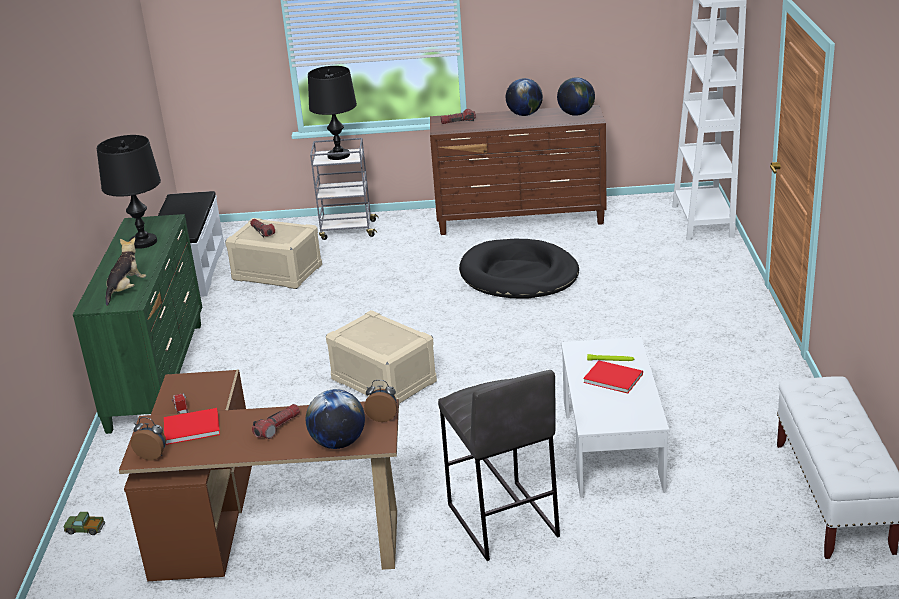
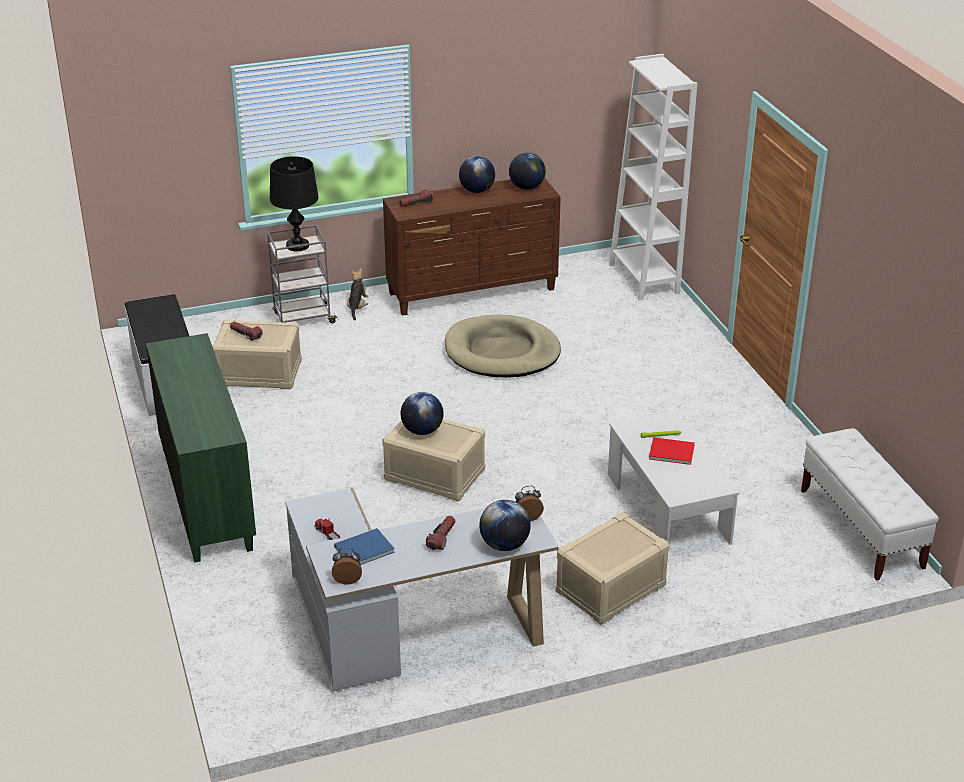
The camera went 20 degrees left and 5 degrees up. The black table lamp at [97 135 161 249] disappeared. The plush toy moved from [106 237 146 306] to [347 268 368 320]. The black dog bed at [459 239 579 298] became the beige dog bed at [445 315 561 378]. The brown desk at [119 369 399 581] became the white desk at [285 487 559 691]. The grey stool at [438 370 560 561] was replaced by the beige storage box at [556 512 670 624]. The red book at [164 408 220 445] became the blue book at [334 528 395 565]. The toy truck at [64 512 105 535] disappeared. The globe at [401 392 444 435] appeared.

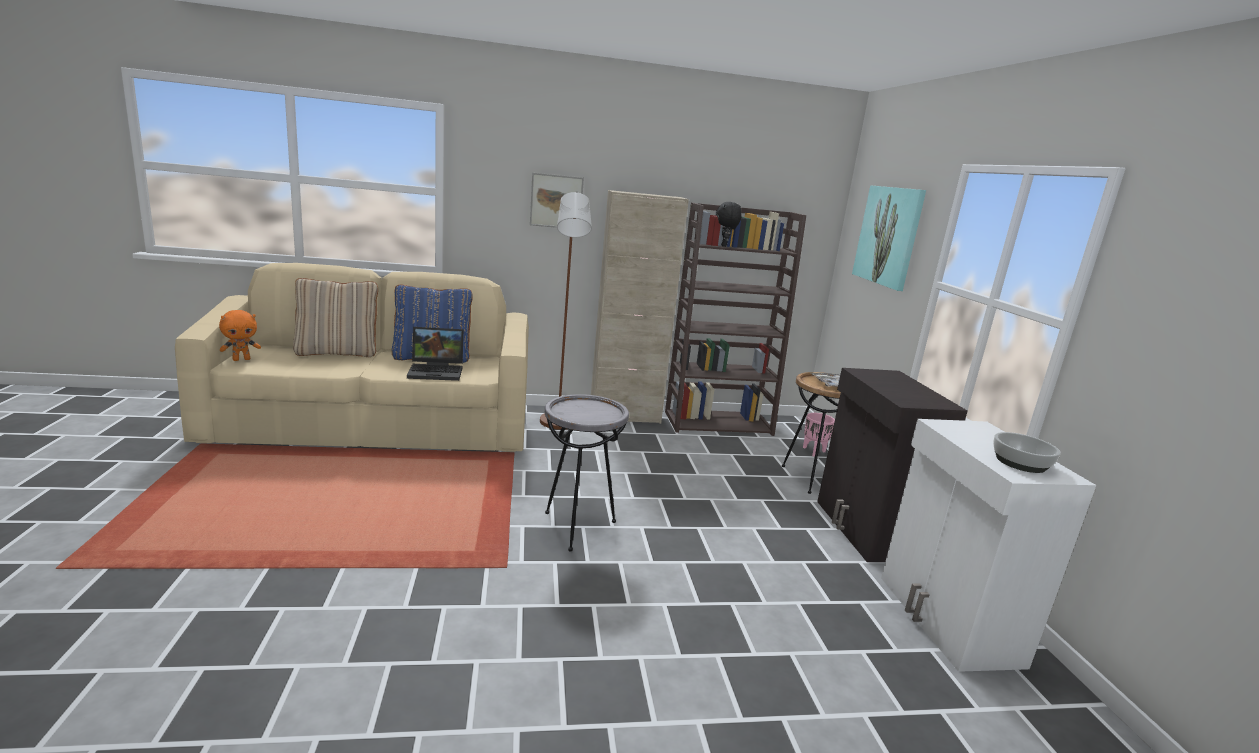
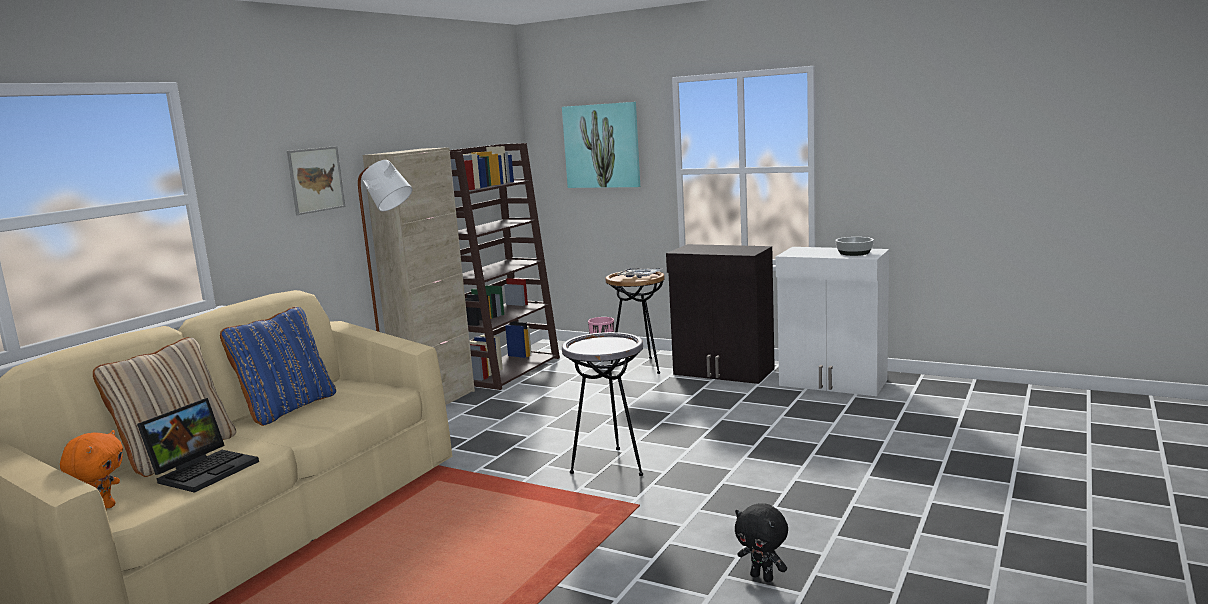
The camera went 50 degrees left and 5 degrees down. The black plush toy moved from [716 202 742 247] to [735 503 788 582]. The laptop moved from [407 327 464 381] to [137 398 259 493].

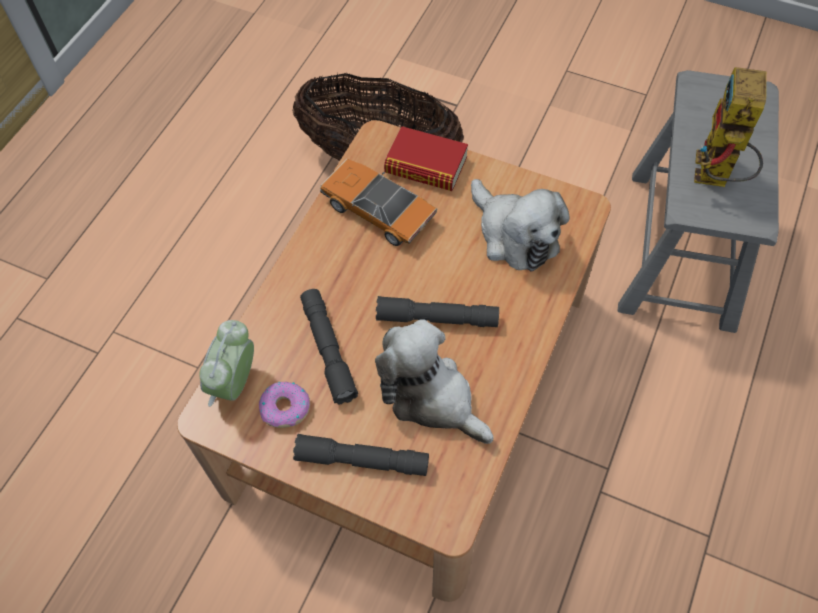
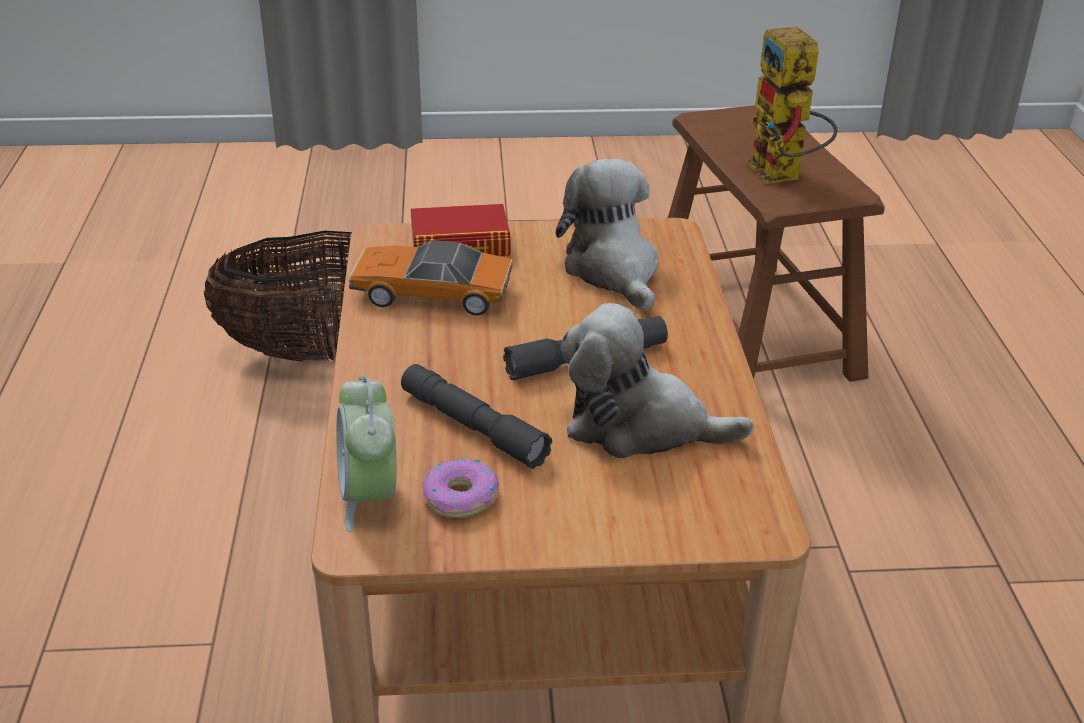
The camera went 30 degrees left and 25 degrees down. The grey stool at [617 70 779 333] became the brown stool at [668 105 885 382]. The plush toy at [471 179 570 271] turned 135 degrees counterclockwise. The grey flashlight at [293 434 429 476] disappeared.

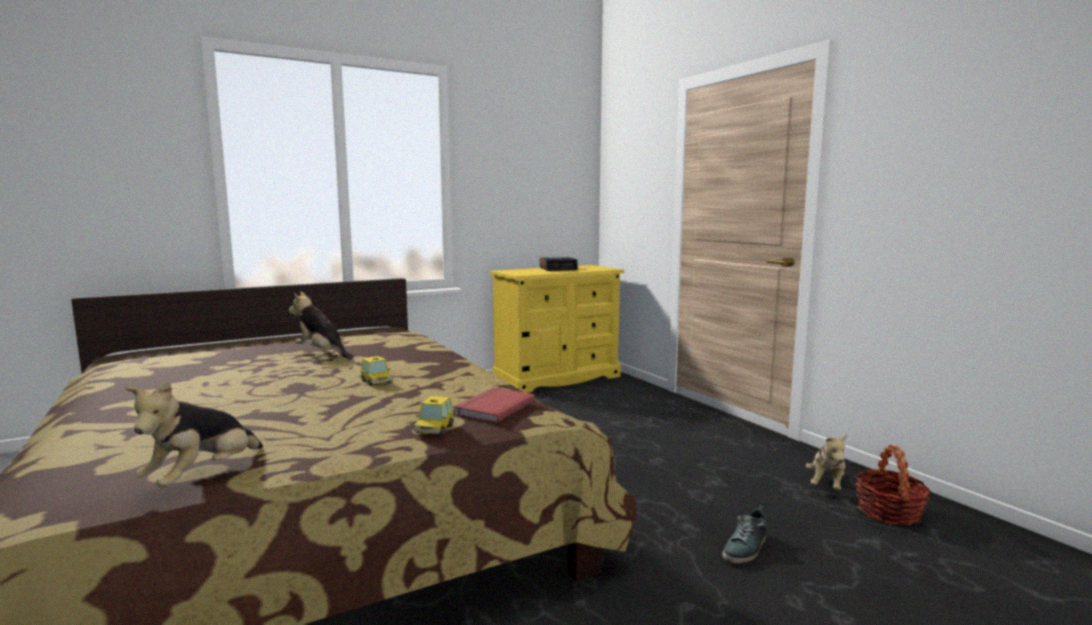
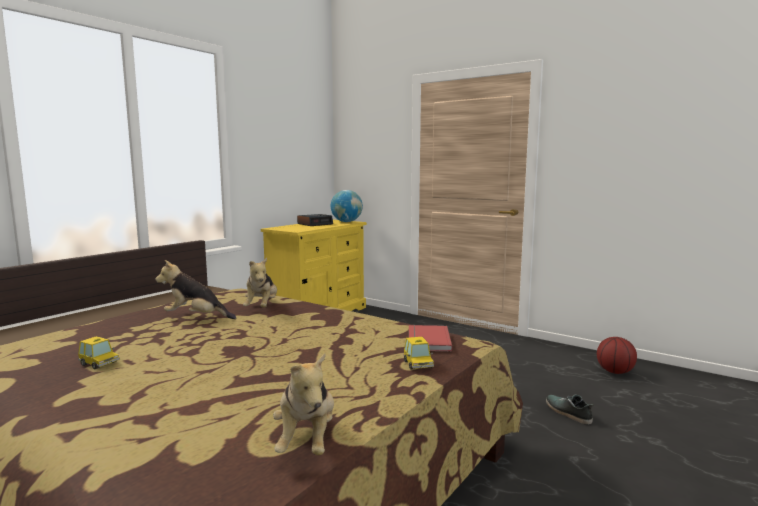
The camera went 25 degrees left and 0 degrees up. The toy car moved from [360 356 393 386] to [78 336 119 369]. The plush toy moved from [806 434 847 490] to [243 258 277 307]. The basket at [854 445 931 526] was replaced by the basketball at [597 337 637 374]. The shoe at [722 506 766 564] turned 135 degrees clockwise. The globe at [331 190 363 222] appeared.

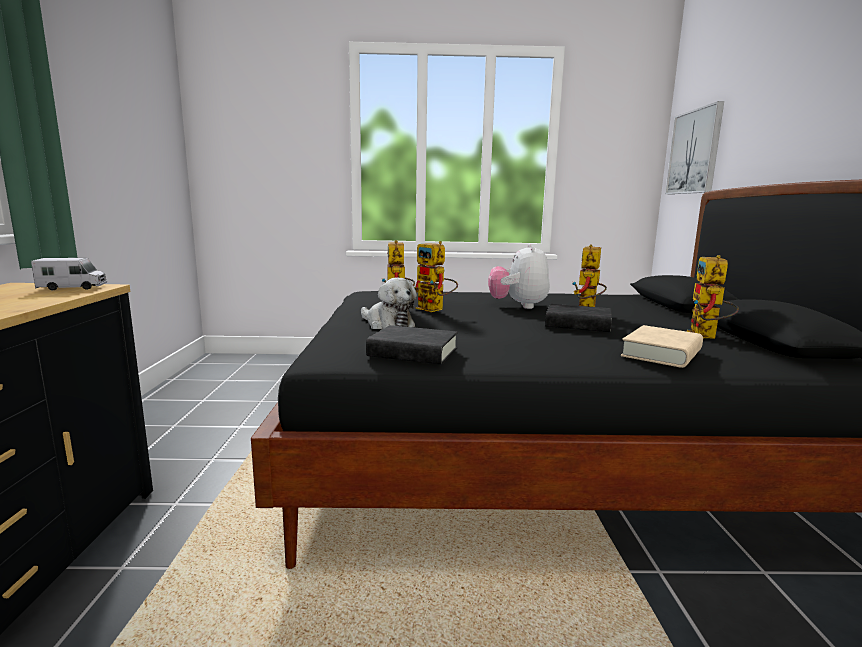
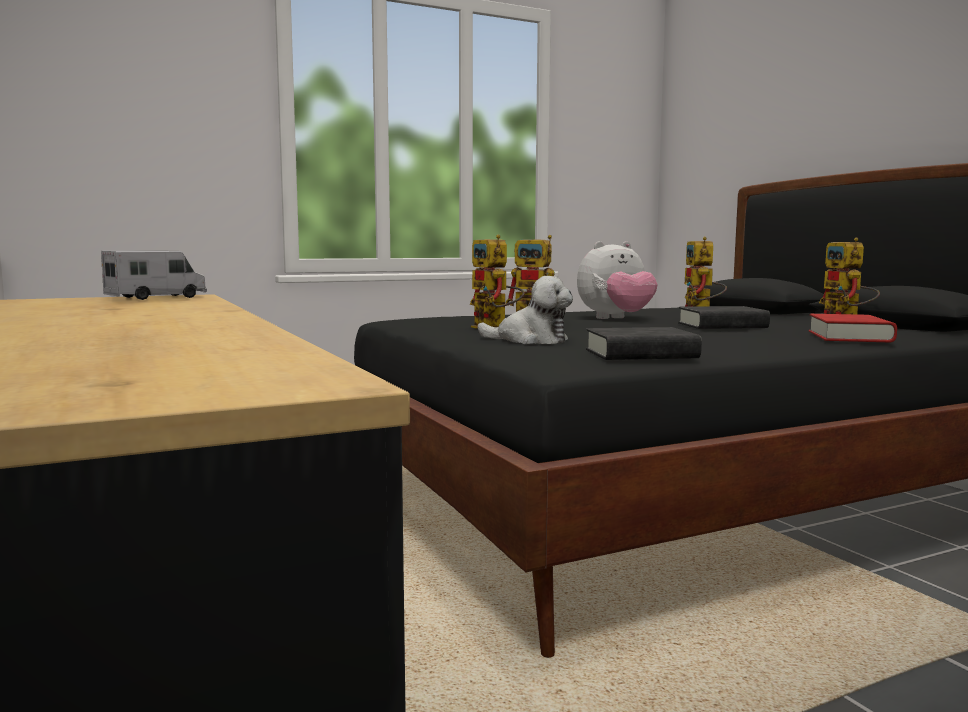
The camera went 25 degrees left and 5 degrees down. The picture at [665 101 724 194] disappeared. The plush toy at [488 244 550 309] turned 90 degrees counterclockwise. The beige book at [621 325 703 368] became the red book at [809 314 897 342].

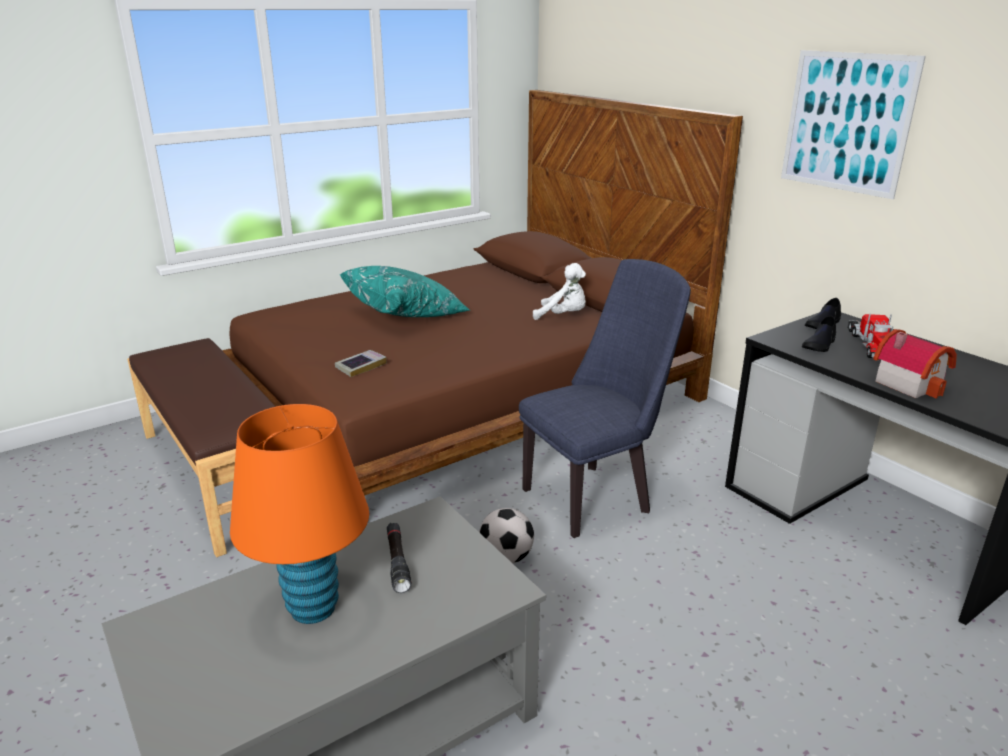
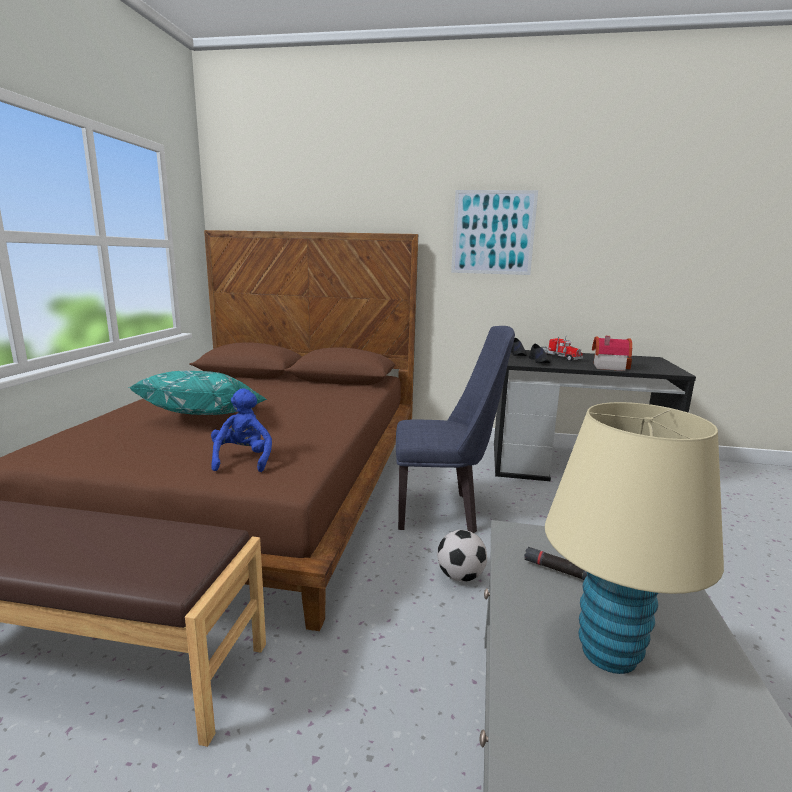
The camera went 45 degrees left and 10 degrees down. The blue chair at [519 259 691 538] turned 75 degrees clockwise. The white plush toy at [533 263 586 320] disappeared. The book at [335 350 387 377] was replaced by the blue plush toy at [211 388 272 472]. The orange table lamp at [230 404 369 624] became the beige table lamp at [545 402 724 674].

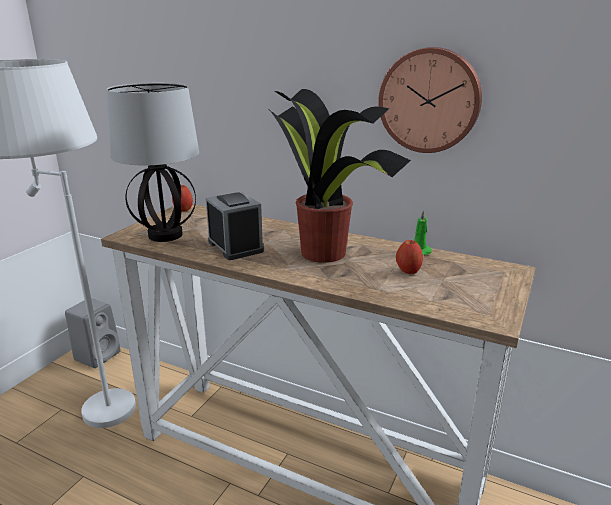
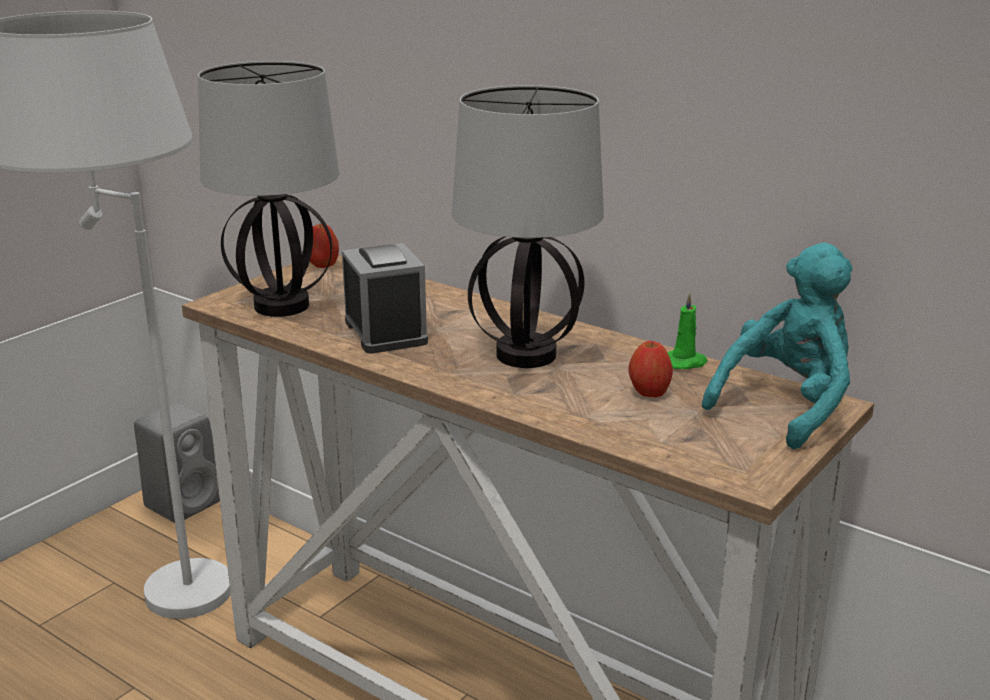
The camera went 10 degrees right and 0 degrees up. The wall clock at [378 47 482 153] disappeared. The potted plant at [267 89 411 263] was replaced by the table lamp at [452 85 604 368]. The turquoise plush toy at [702 243 852 449] appeared.

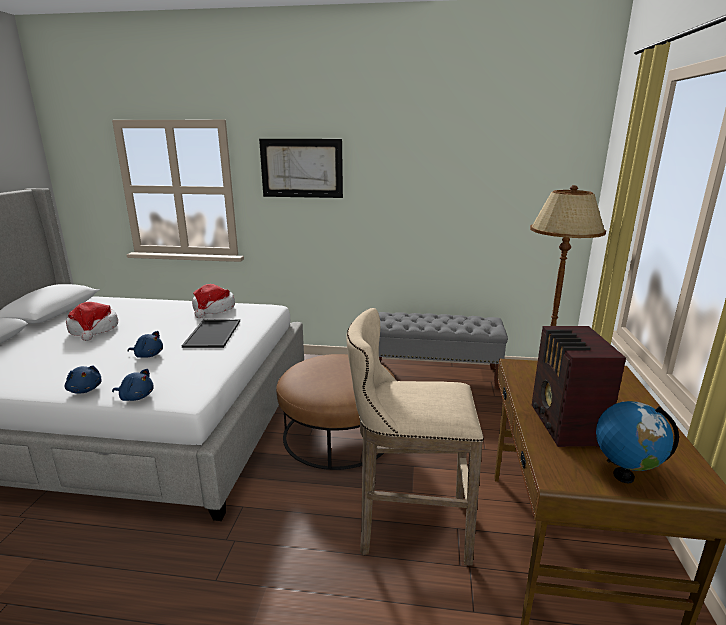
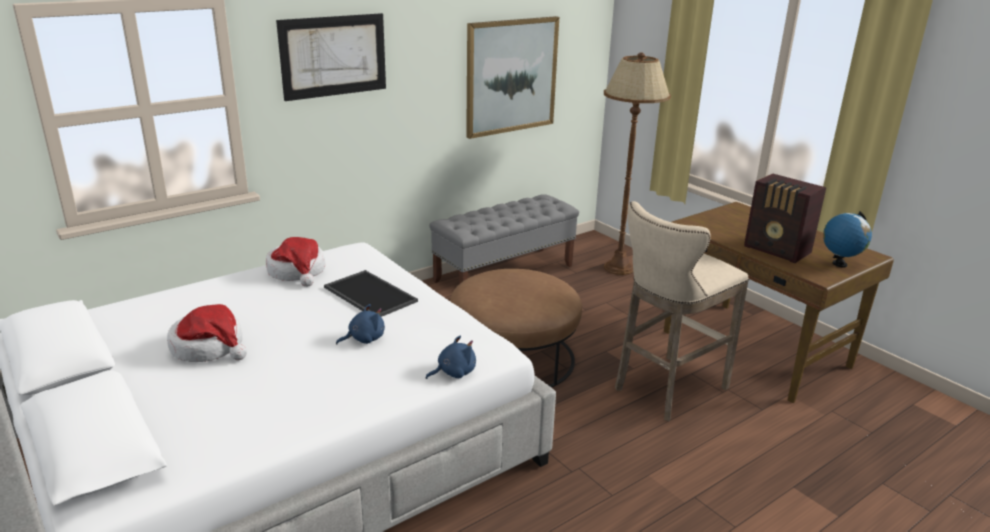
The camera went 45 degrees left and 5 degrees up. The blue plush toy at [65 365 101 394] disappeared. The picture at [466 16 559 139] appeared.

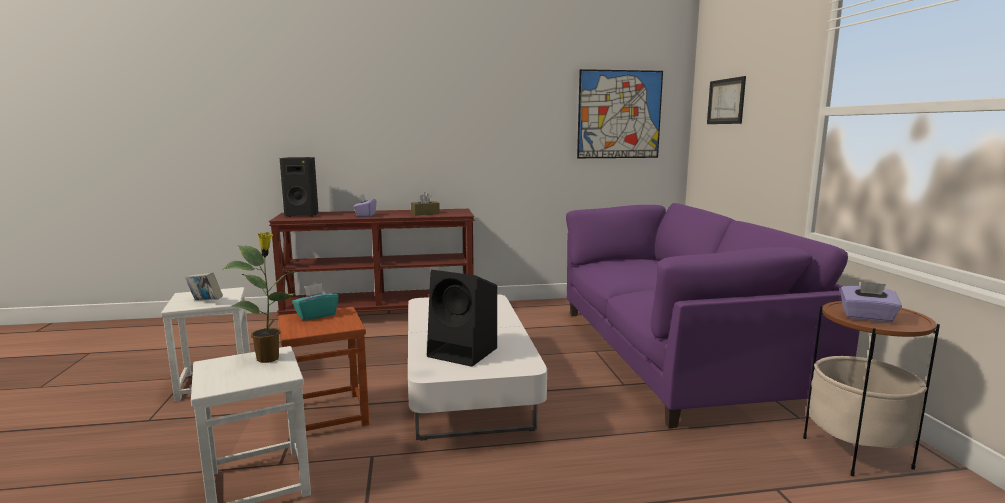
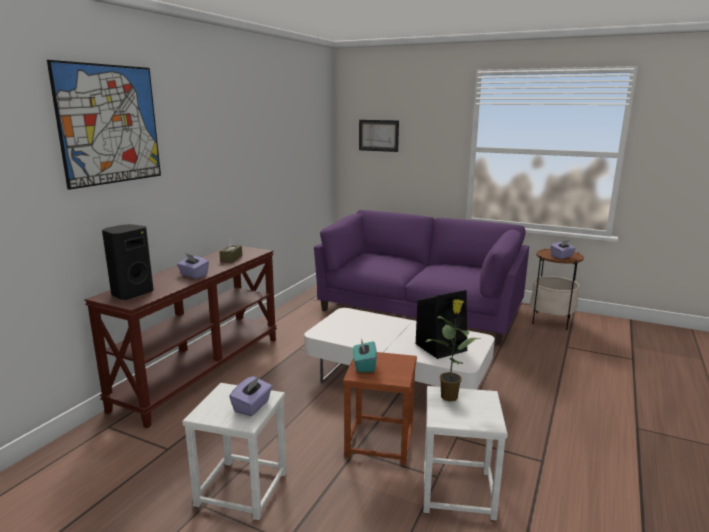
The camera went 55 degrees left and 5 degrees up. The picture moved from [577 69 663 158] to [47 60 161 190]. The book at [185 272 223 300] was replaced by the purple tissue box at [229 376 272 416].

